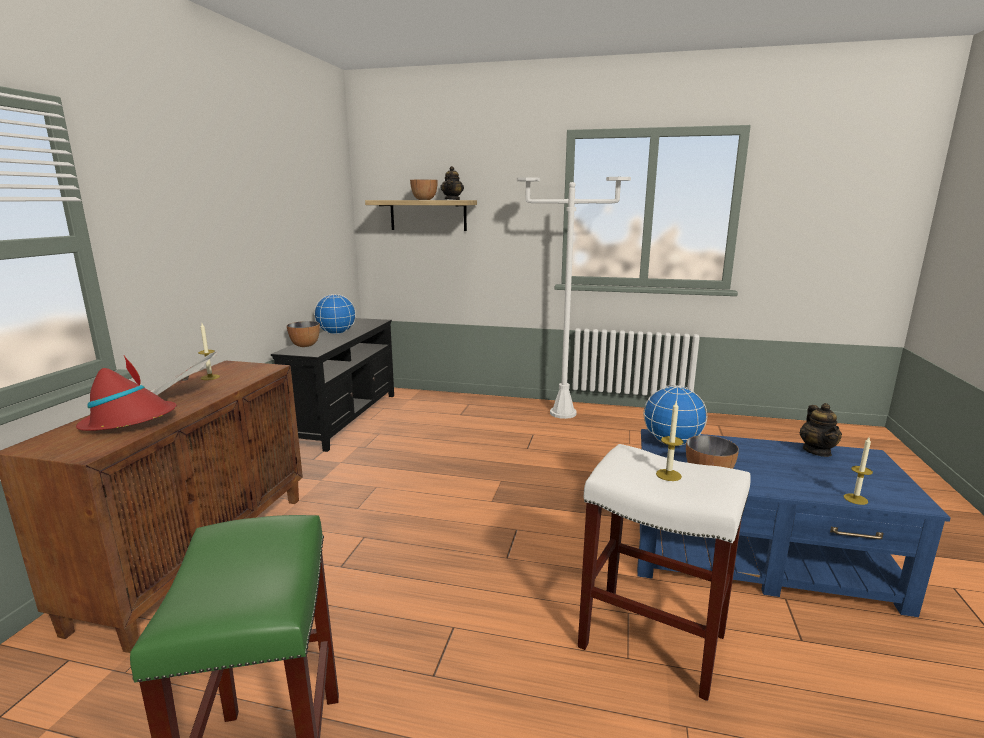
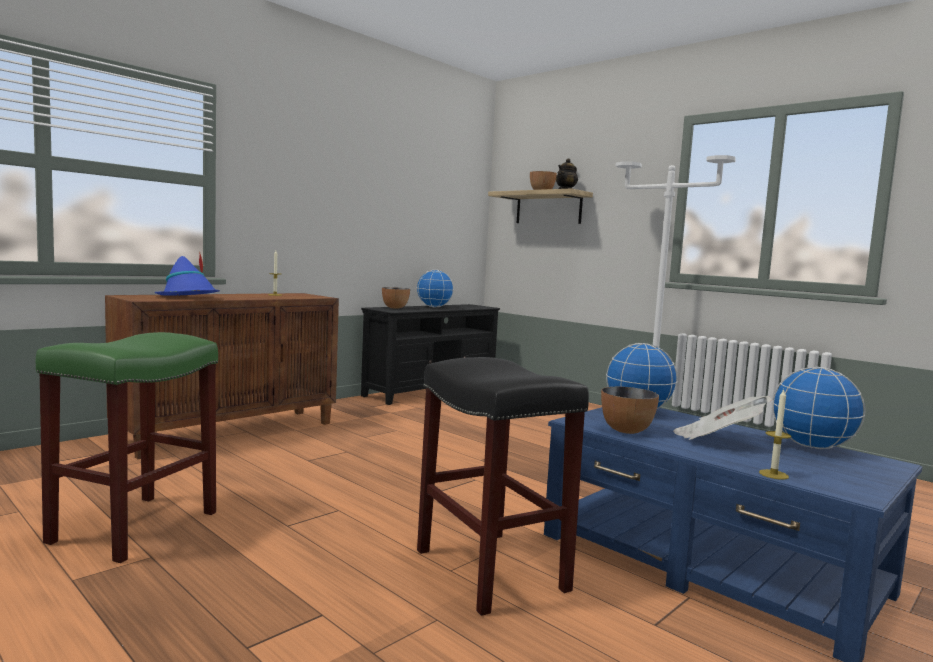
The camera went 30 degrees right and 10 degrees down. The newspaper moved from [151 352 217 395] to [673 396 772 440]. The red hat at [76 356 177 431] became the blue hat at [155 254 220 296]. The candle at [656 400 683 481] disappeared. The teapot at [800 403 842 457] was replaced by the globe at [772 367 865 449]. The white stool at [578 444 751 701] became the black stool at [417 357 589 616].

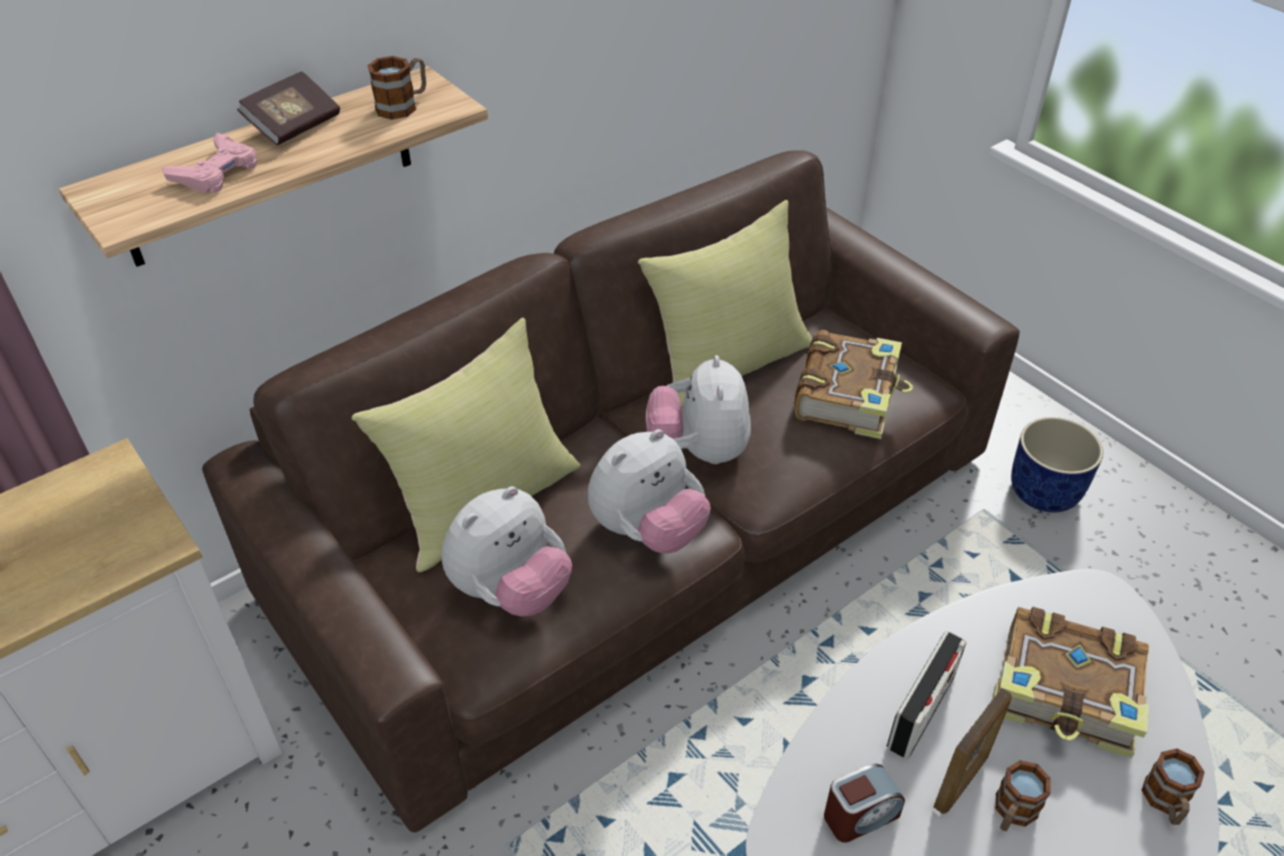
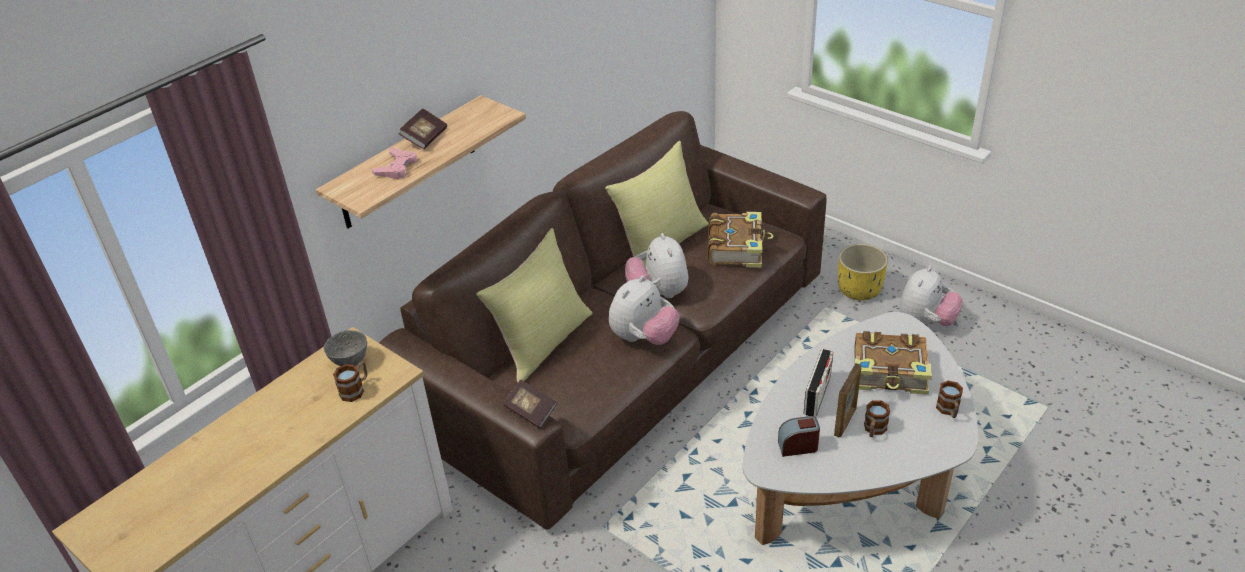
The camera went 10 degrees left and 5 degrees down. The mug moved from [367 56 426 120] to [333 361 367 402]. The blue planter at [1011 417 1103 513] became the yellow planter at [838 244 888 301]. The plush toy moved from [442 486 572 617] to [899 266 963 326]. The alarm clock at [824 764 905 843] turned 150 degrees counterclockwise. The grey bowl at [324 330 367 366] appeared. The book at [503 380 557 429] appeared.

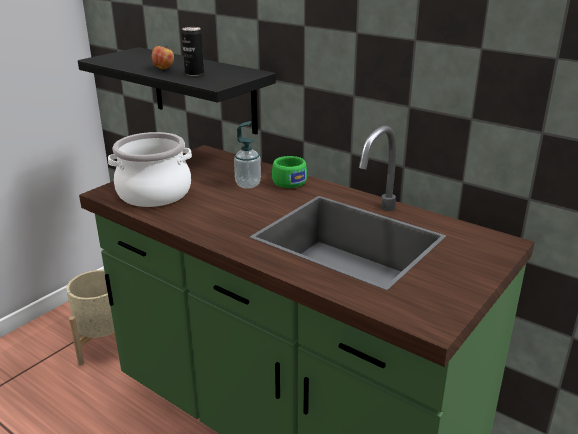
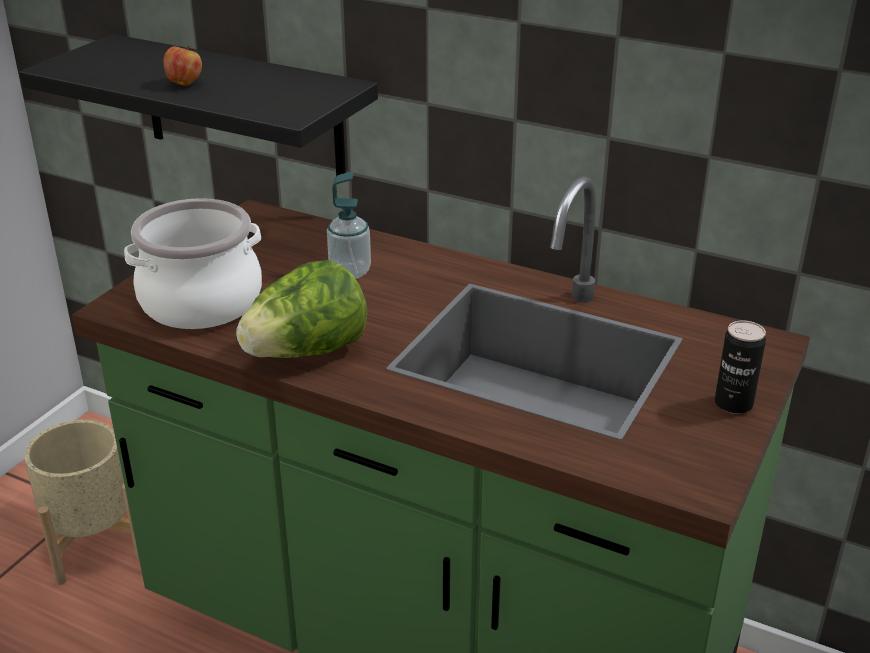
The camera went 10 degrees left and 5 degrees up. The can moved from [182 27 204 76] to [715 320 766 414]. The green cup at [272 156 307 188] disappeared. The lettuce at [236 260 367 358] appeared.

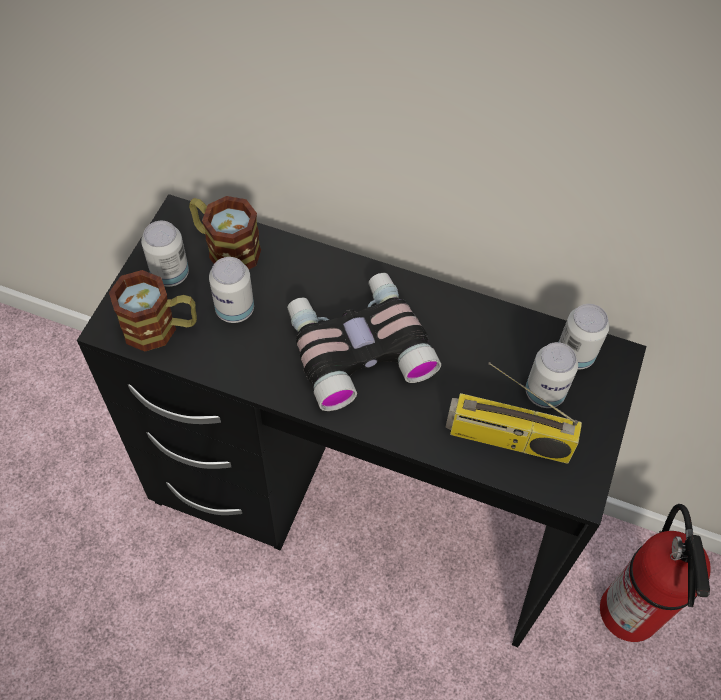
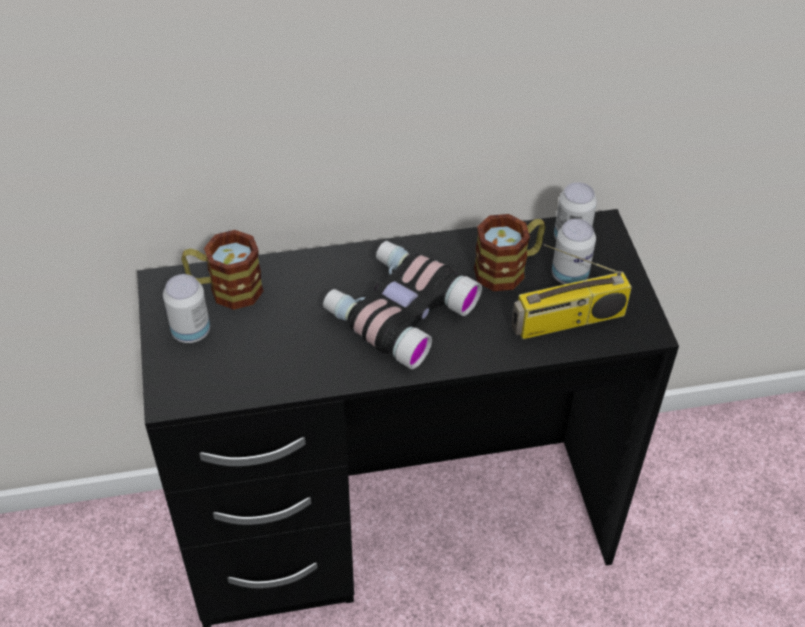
The camera went 30 degrees left and 10 degrees down. The can at [209 257 254 323] disappeared. The mug moved from [109 270 197 352] to [474 214 546 291]. The fire extinguisher at [600 504 711 642] disappeared.

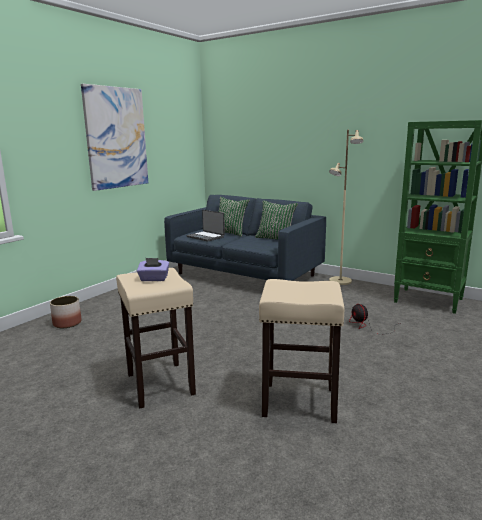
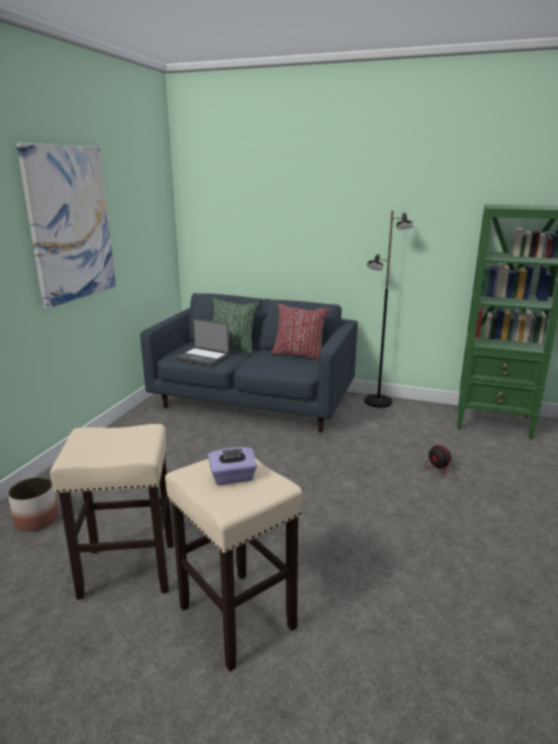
The camera went 15 degrees left and 5 degrees up. The beige floor lamp at [329 130 363 285] became the black floor lamp at [364 211 413 408]. The green pillow at [255 200 298 240] became the red pillow at [271 304 330 360]. The beige stool moved from [259 279 345 423] to [50 424 174 600].

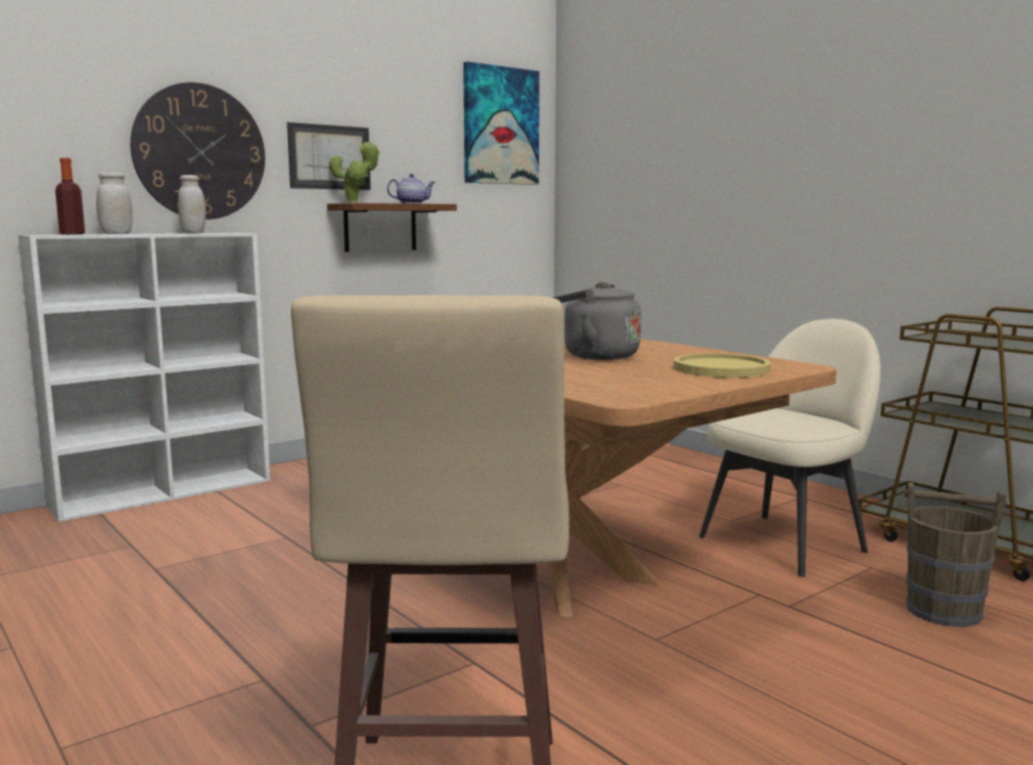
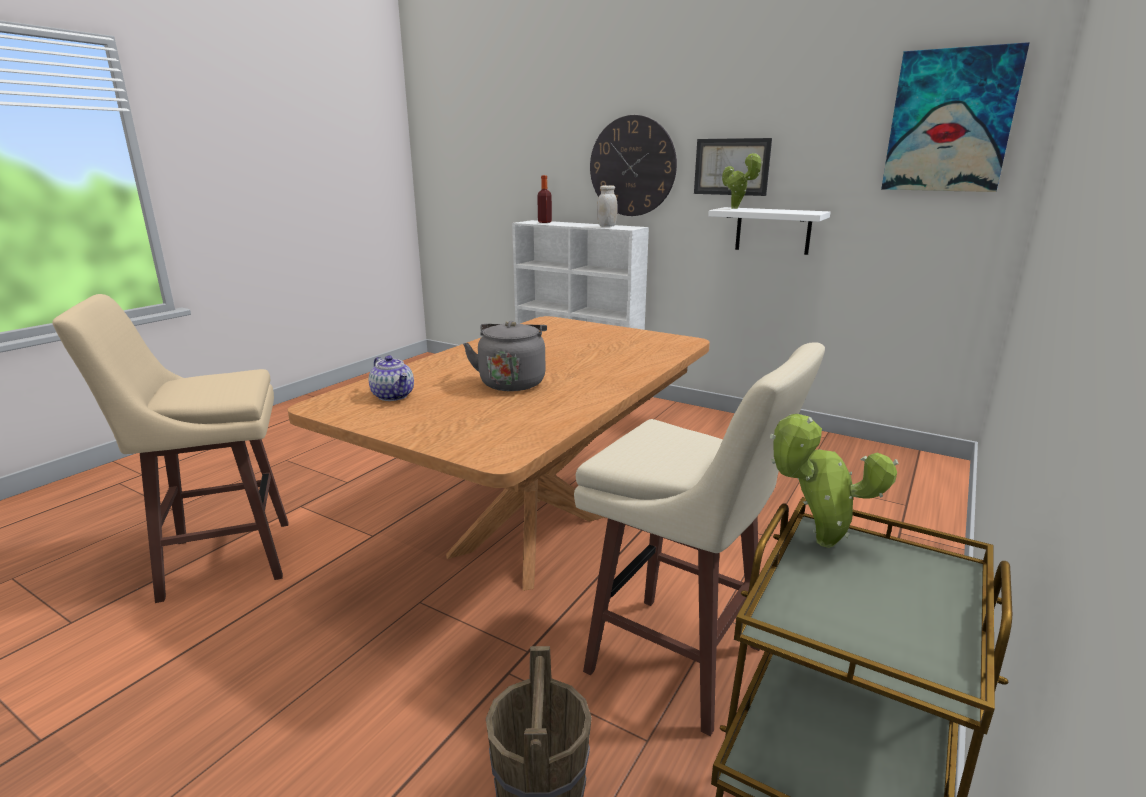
The camera went 70 degrees right and 10 degrees up. The white jar at [96 172 133 234] disappeared. The teapot moved from [387 174 436 204] to [369 355 414 401]. The brown shelf at [327 203 457 252] became the white shelf at [708 207 831 255]. The beige chair at [699 319 881 577] was replaced by the beige stool at [574 342 825 736]. The yellow plate at [674 353 771 378] disappeared. The potted plant at [770 414 899 548] appeared.

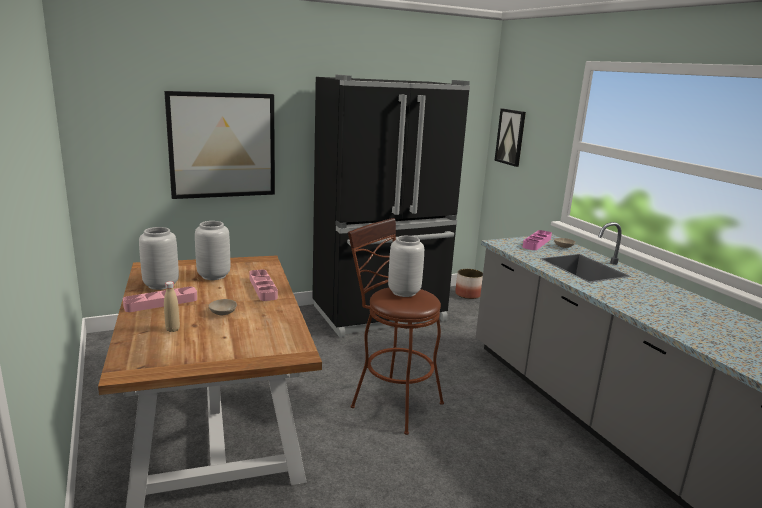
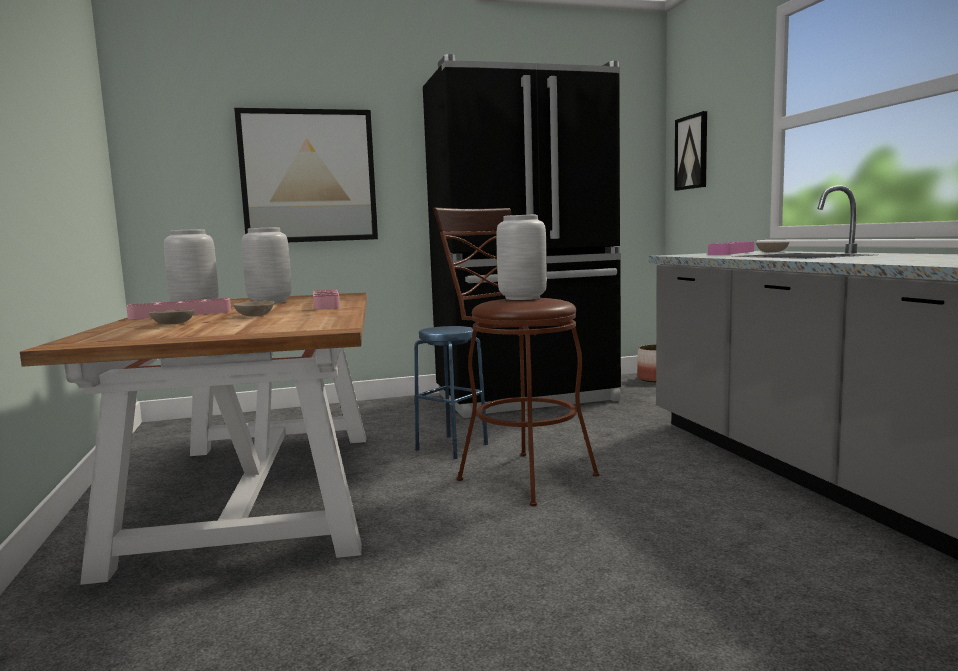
The camera went 10 degrees right and 10 degrees down. The beige bottle at [164 281 180 332] was replaced by the beige bowl at [149 309 195 324]. The blue stool at [414 326 488 459] appeared.

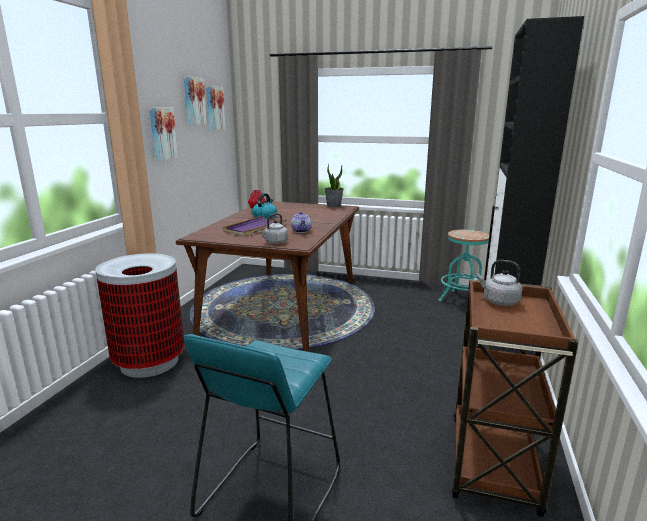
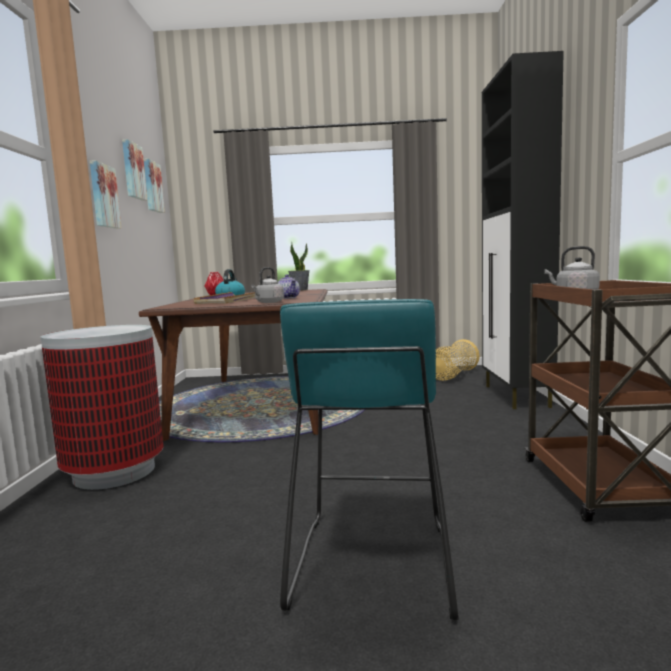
The camera went 15 degrees left and 10 degrees down. The turquoise stool at [439 230 489 302] was replaced by the basket at [436 339 480 381].

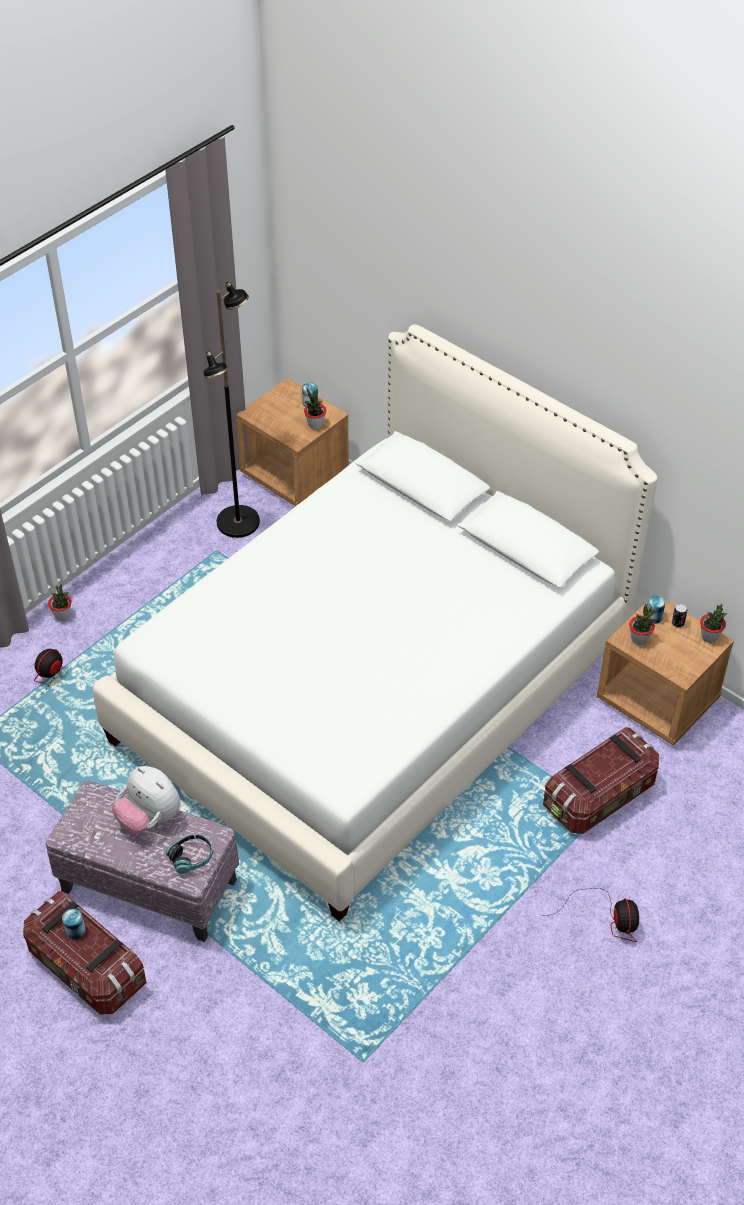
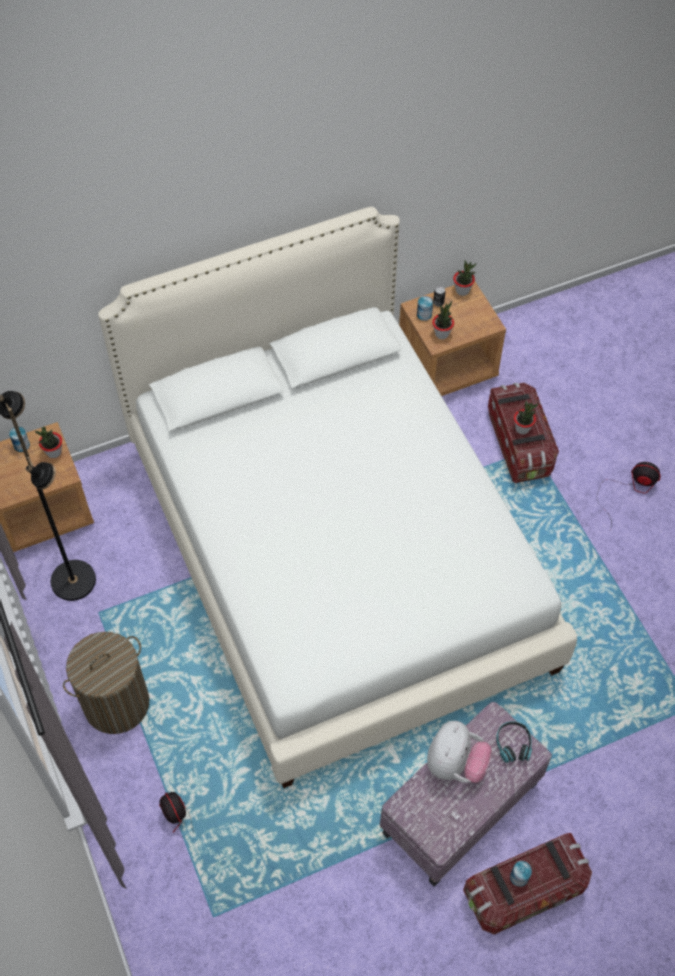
The camera went 65 degrees left and 10 degrees up. The potted plant moved from [48 584 72 621] to [514 401 538 435]. The plush toy at [112 766 180 834] turned 45 degrees counterclockwise. The laundry basket at [63 632 149 734] appeared.

